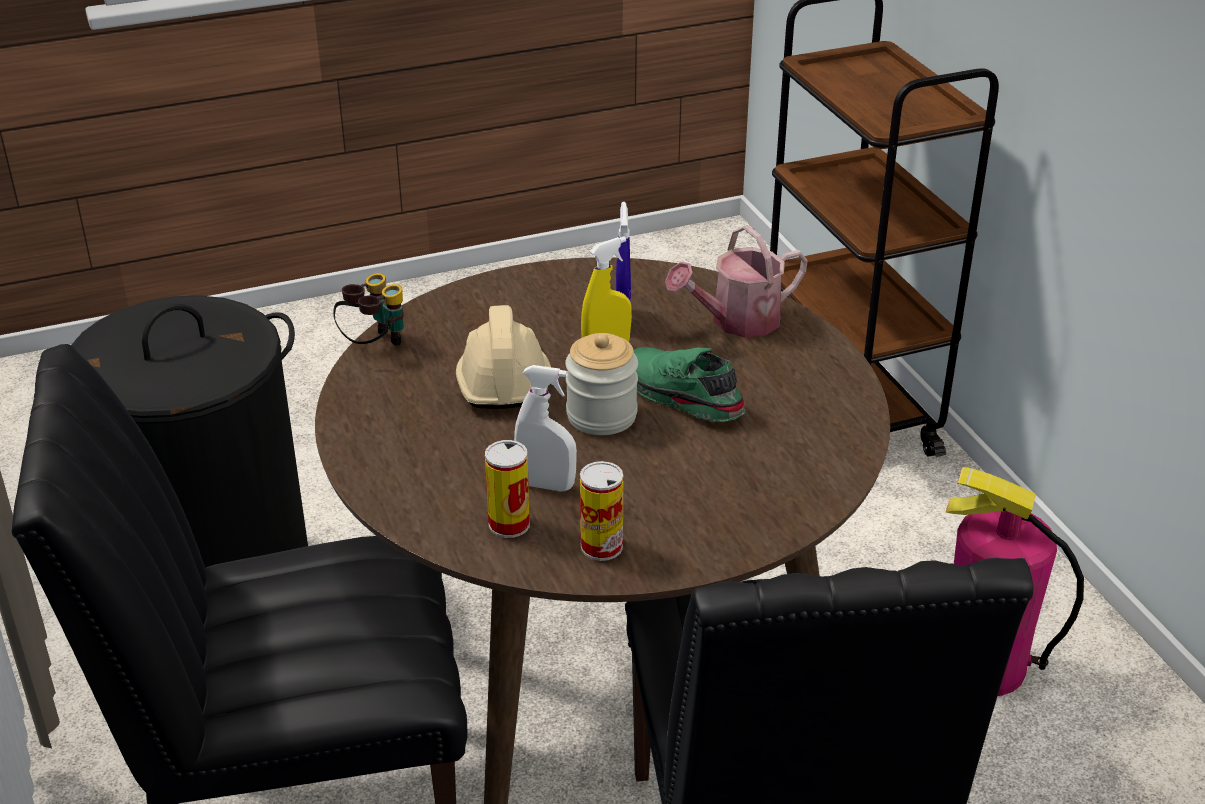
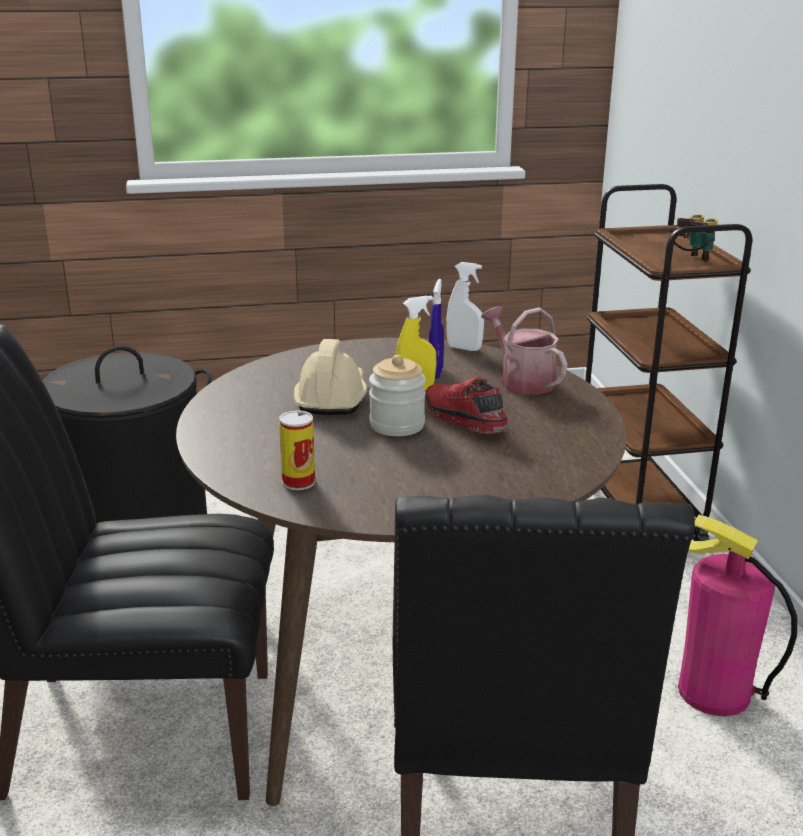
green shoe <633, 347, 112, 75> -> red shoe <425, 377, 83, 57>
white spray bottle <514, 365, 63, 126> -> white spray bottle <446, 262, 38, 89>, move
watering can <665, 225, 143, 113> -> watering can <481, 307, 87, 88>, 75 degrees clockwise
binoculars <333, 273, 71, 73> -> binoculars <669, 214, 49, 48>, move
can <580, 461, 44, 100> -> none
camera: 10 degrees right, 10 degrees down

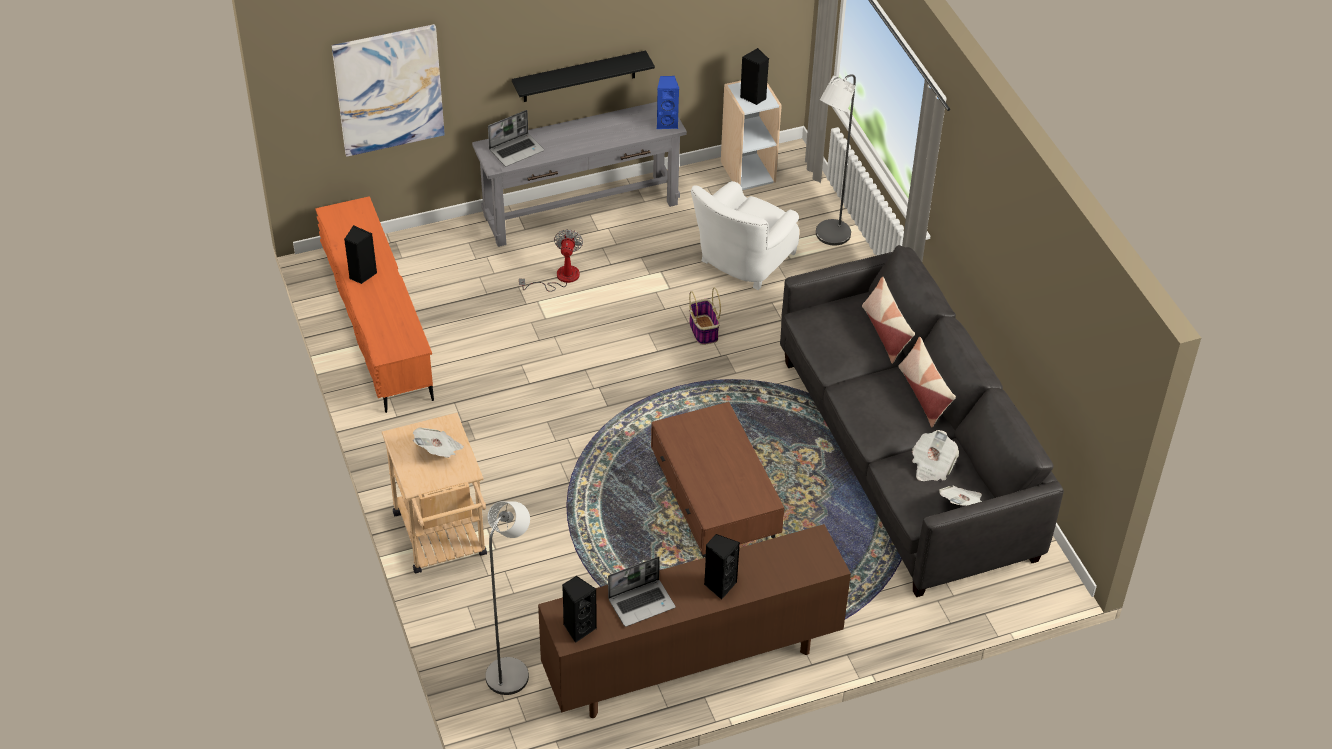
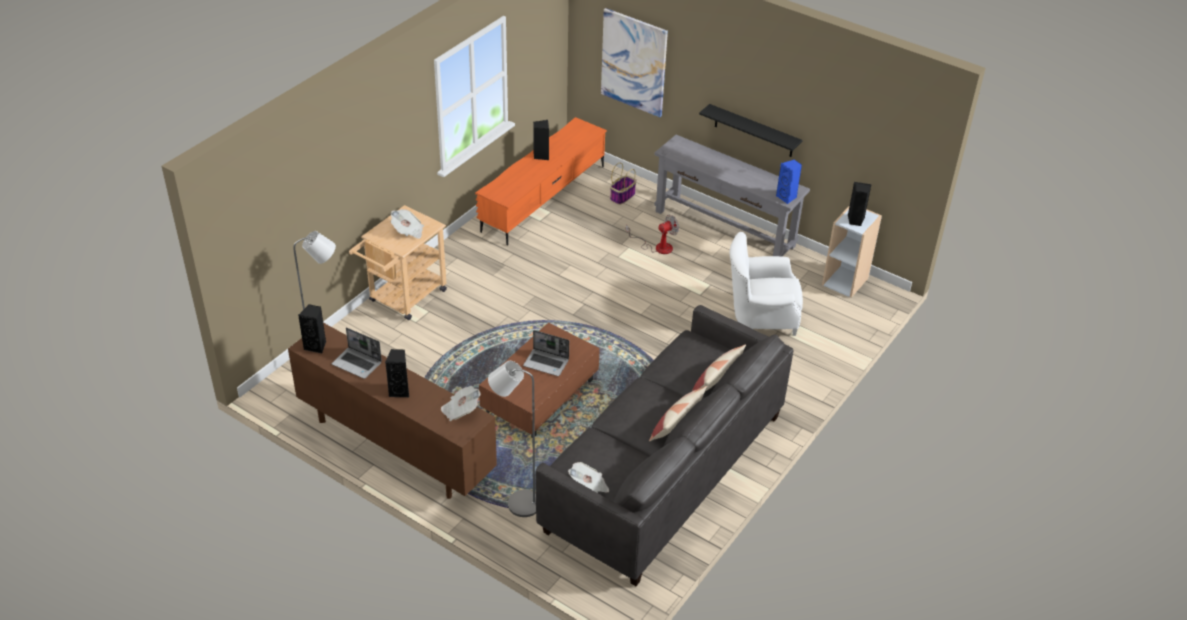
newspaper <912, 430, 47, 51> -> newspaper <441, 386, 40, 35>, move
grey floor lamp <816, 75, 40, 170> -> grey floor lamp <488, 361, 48, 156>, move
laptop <488, 110, 56, 56> -> laptop <523, 330, 46, 46>, move
basket <689, 287, 32, 58> -> basket <610, 163, 27, 42>, move
camera: 55 degrees right, 5 degrees down

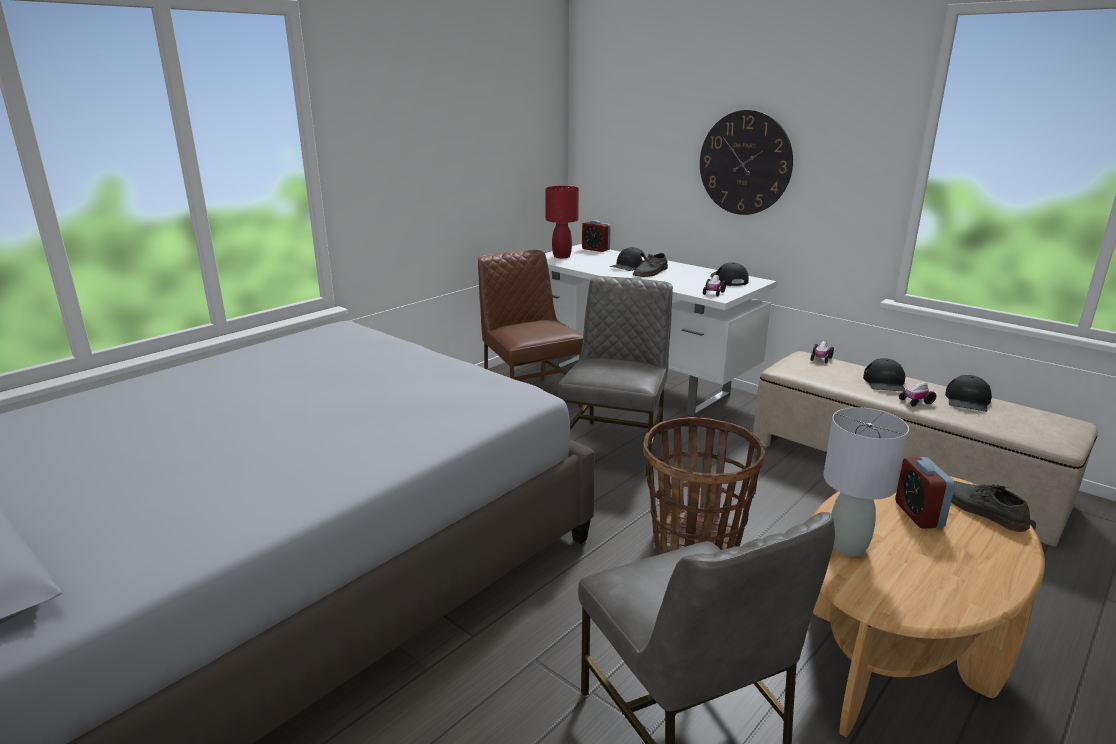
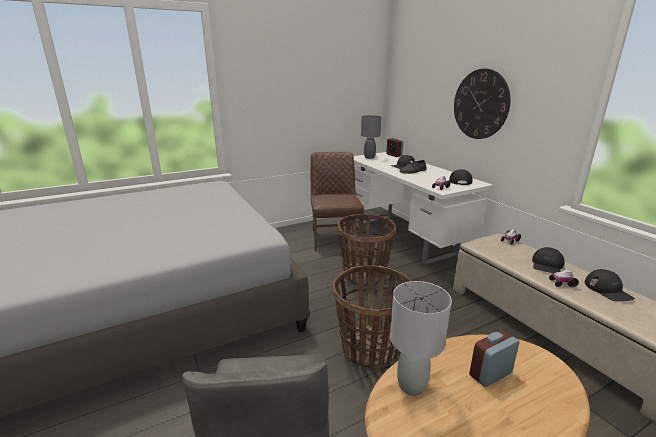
grey chair <558, 276, 115, 200> -> basket <338, 214, 58, 72>
red table lamp <545, 186, 34, 73> -> grey table lamp <361, 115, 21, 44>
alarm clock <895, 457, 60, 72> -> alarm clock <469, 330, 51, 57>, 45 degrees clockwise
black cap <945, 375, 47, 37> -> black cap <585, 269, 50, 32>, 60 degrees counterclockwise
grey shoe <951, 481, 79, 51> -> none
camera: 20 degrees right, 0 degrees up

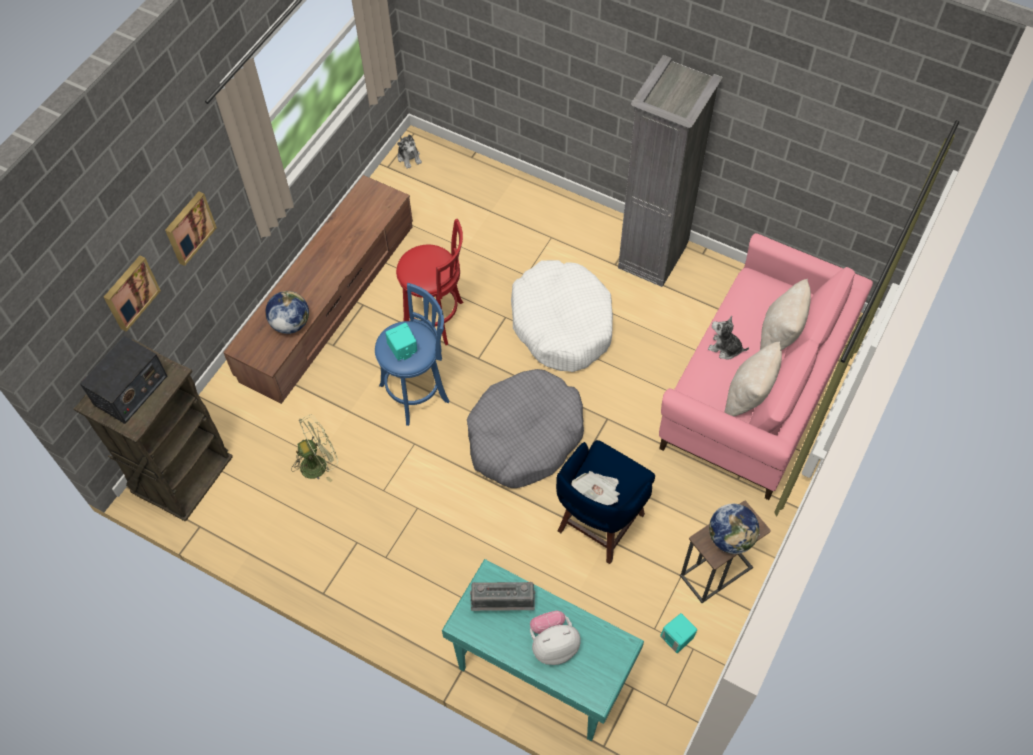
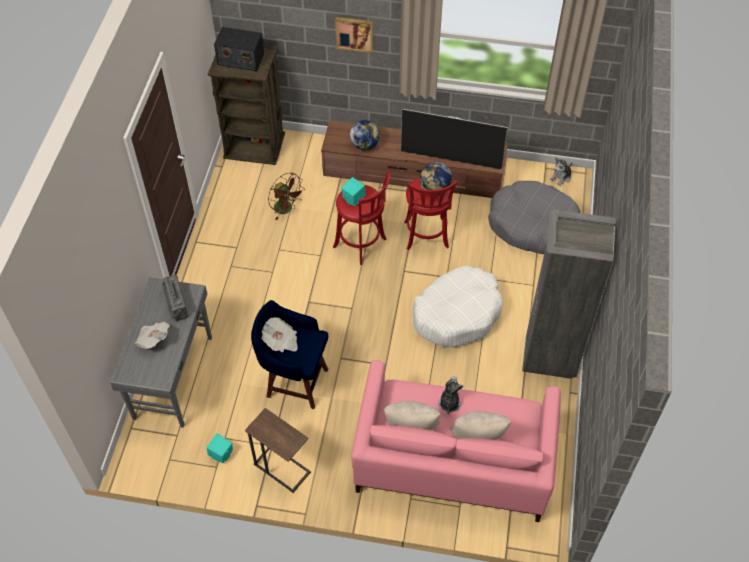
turquoise console table <442, 559, 202, 182> -> grey console table <110, 277, 102, 151>
plush toy <530, 611, 51, 54> -> newspaper <134, 322, 36, 27>
green fan <291, 415, 47, 67> -> brown fan <268, 172, 35, 48>
blue stool <375, 283, 74, 143> -> red stool <333, 171, 57, 94>
none -> television <401, 109, 107, 61>
globe <709, 504, 50, 50> -> globe <420, 162, 32, 33>, move
grey dog bed <467, 369, 117, 119> -> grey dog bed <488, 181, 92, 73>, move
picture <104, 256, 57, 76> -> none
camera: 70 degrees right, 5 degrees down

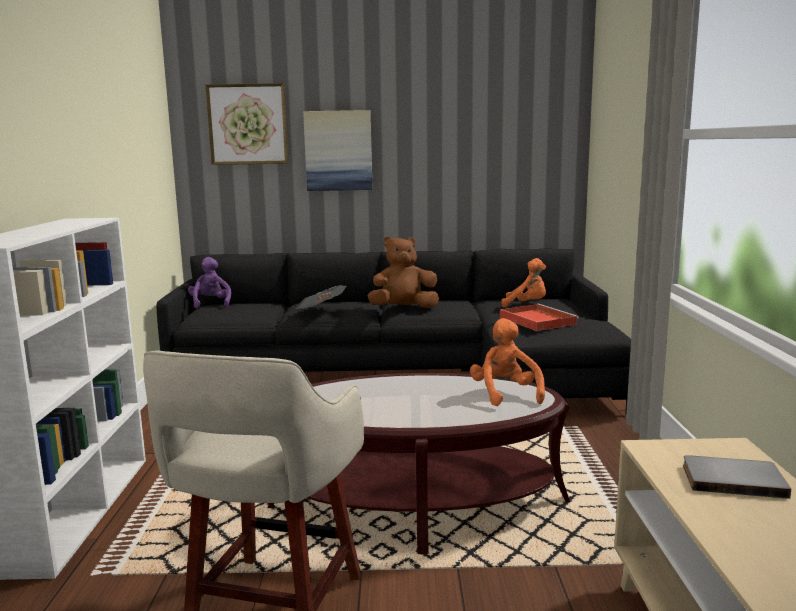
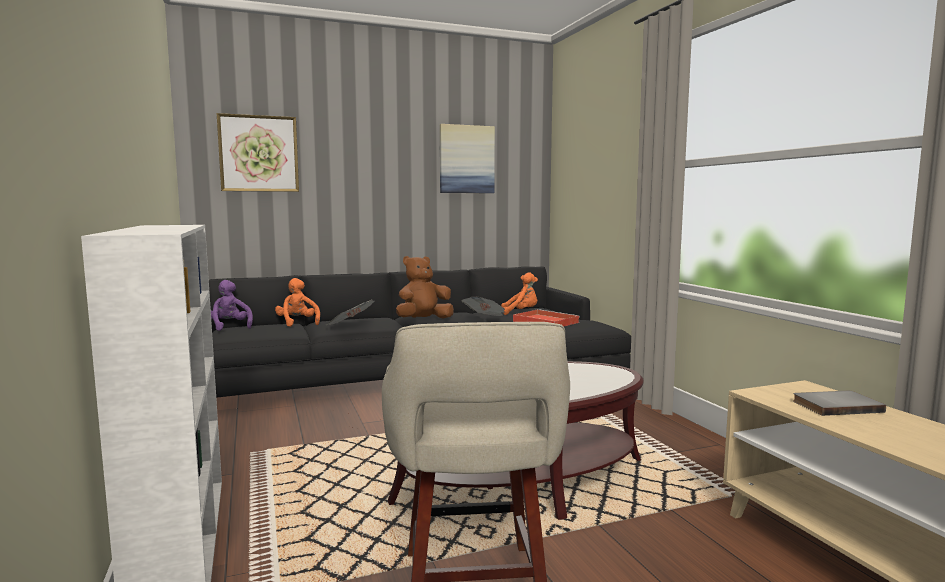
orange plush toy <470, 318, 75, 88> -> orange plush toy <275, 278, 45, 49>, move
picture <303, 110, 70, 81> -> picture <440, 124, 55, 69>, move
none -> newspaper <461, 297, 44, 19>
camera: 20 degrees left, 5 degrees down

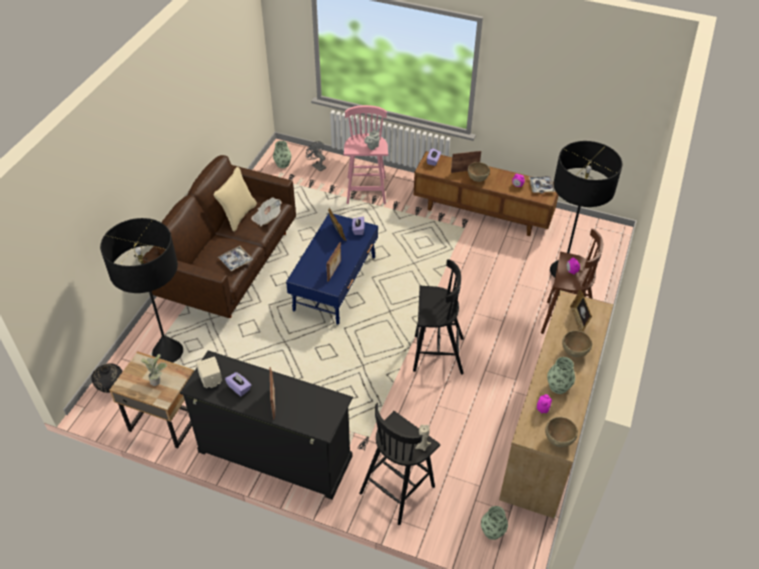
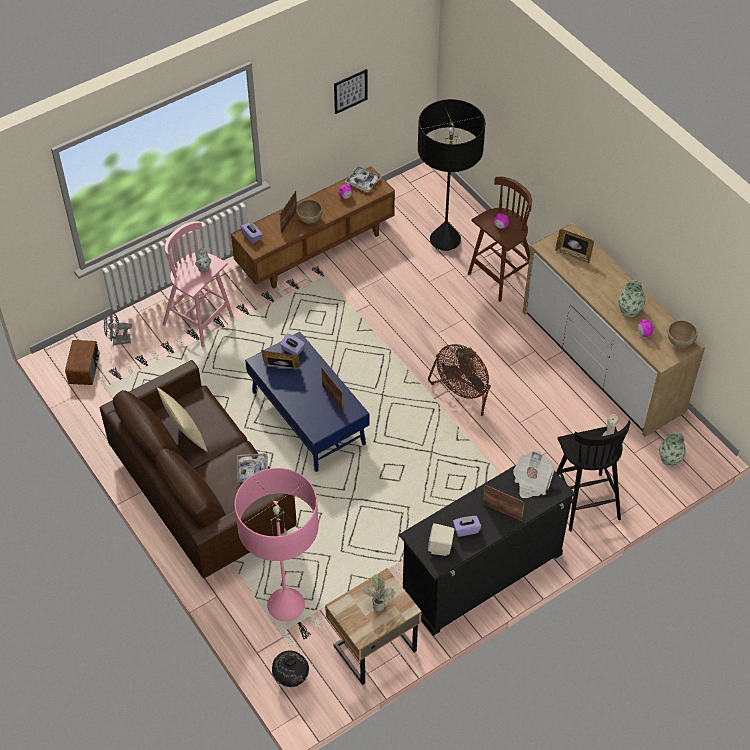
vase <273, 141, 18, 27> -> radio <65, 340, 35, 45>
black floor lamp <100, 218, 83, 145> -> pink floor lamp <235, 468, 84, 153>
none -> picture <334, 69, 34, 45>
black stool <413, 259, 51, 115> -> brown fan <428, 344, 63, 72>
newspaper <251, 197, 31, 29> -> newspaper <513, 451, 41, 47>, move
brown bowl <562, 331, 30, 26> -> none
camera: 55 degrees left, 5 degrees up

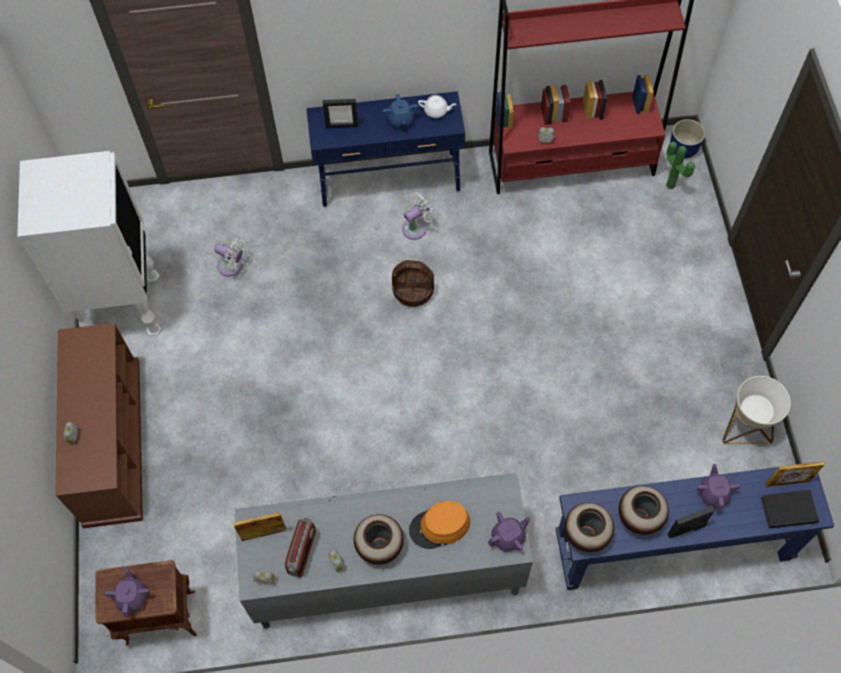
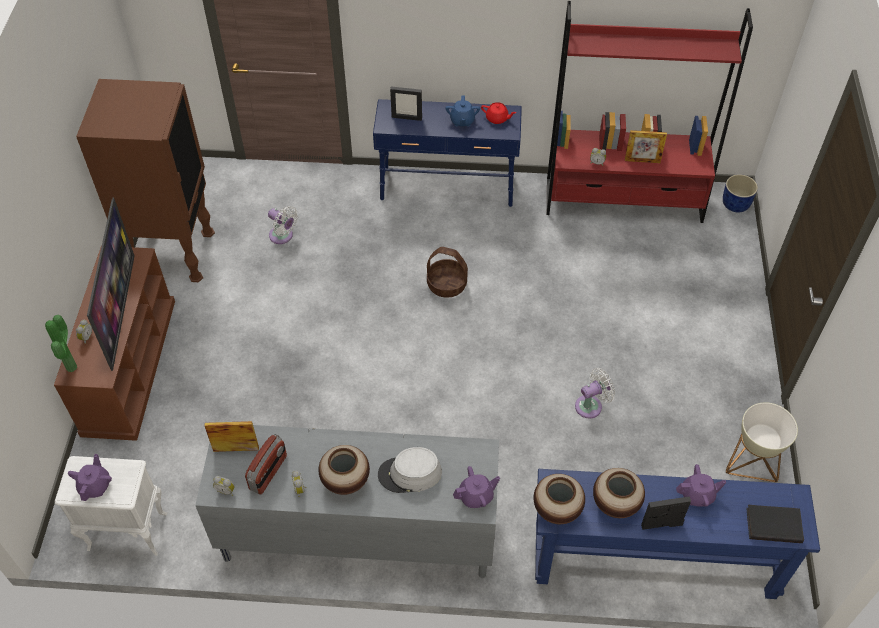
potted plant <666, 142, 29, 47> -> potted plant <45, 315, 32, 57>, move
brown nightstand <95, 560, 102, 86> -> white nightstand <55, 456, 113, 100>
white cabinet <17, 151, 145, 185> -> brown cabinet <76, 79, 139, 203>
none -> television <87, 198, 48, 173>
orange hat <409, 501, 61, 48> -> grey hat <378, 447, 64, 46>
white teapot <418, 95, 38, 23> -> red teapot <481, 102, 35, 22>
white fan <402, 192, 33, 48> -> white fan <575, 368, 40, 51>, move
picture frame <766, 462, 59, 25> -> picture frame <625, 130, 42, 33>, move
purple teapot <696, 464, 45, 48> -> purple teapot <676, 464, 50, 43>, 75 degrees clockwise
camera: 10 degrees right, 10 degrees down

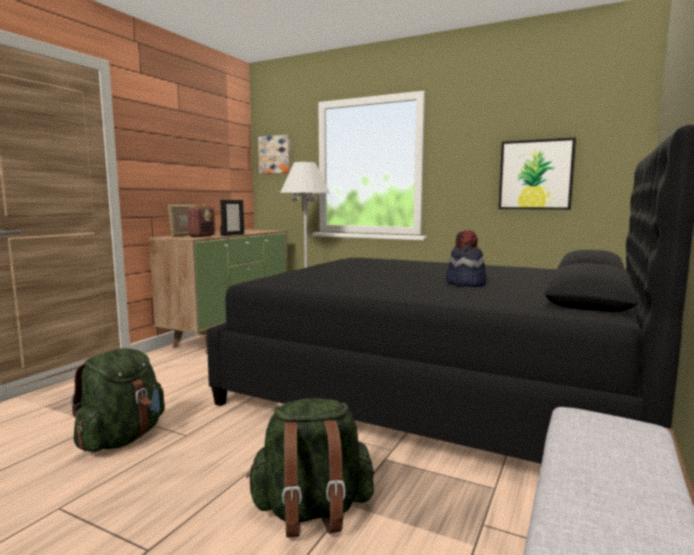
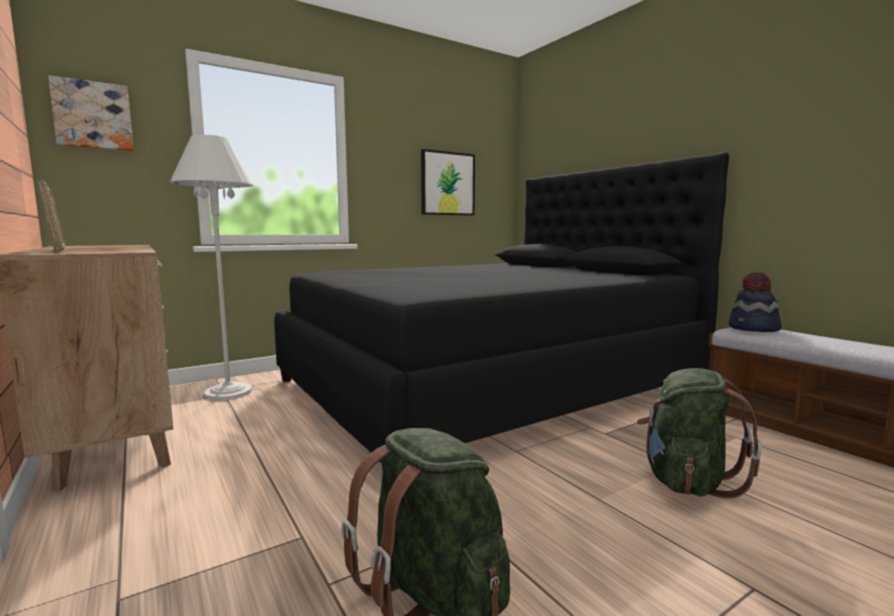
hat <446, 230, 40, 57> -> hat <729, 272, 53, 60>, move
radio <187, 204, 28, 33> -> none
picture frame <220, 200, 24, 36> -> none
camera: 60 degrees left, 0 degrees up

